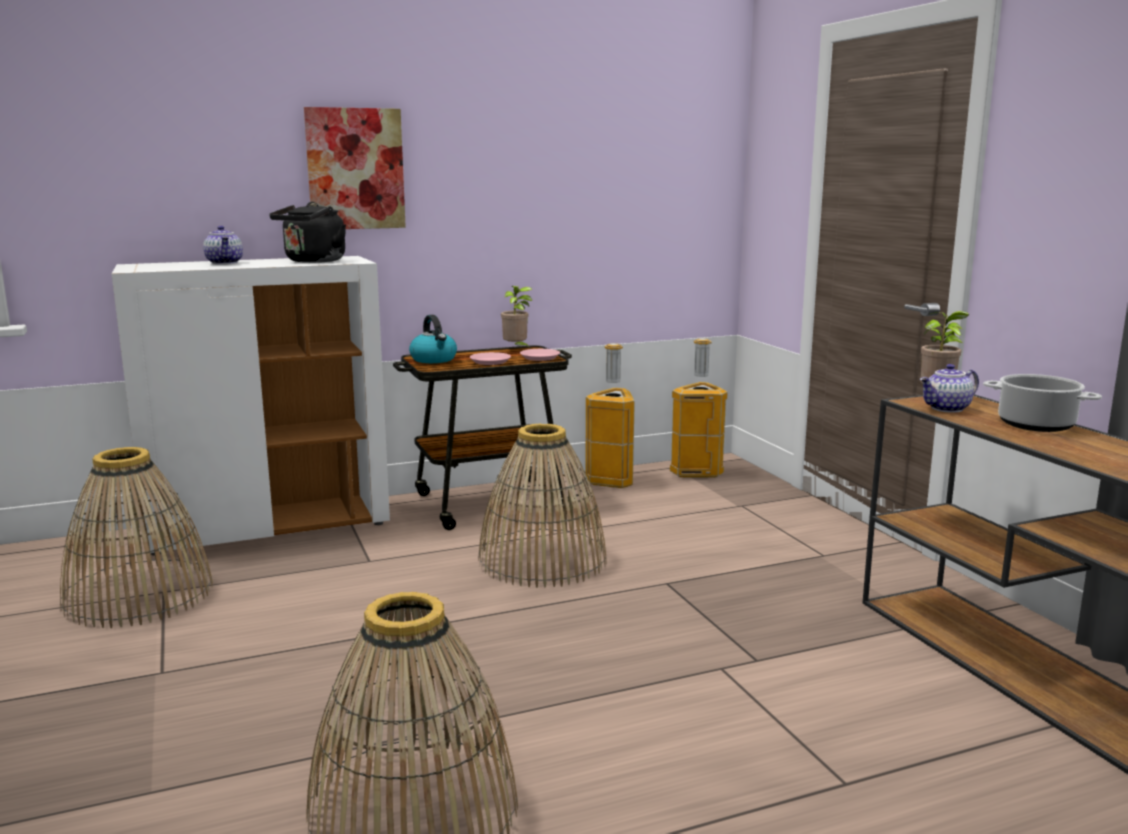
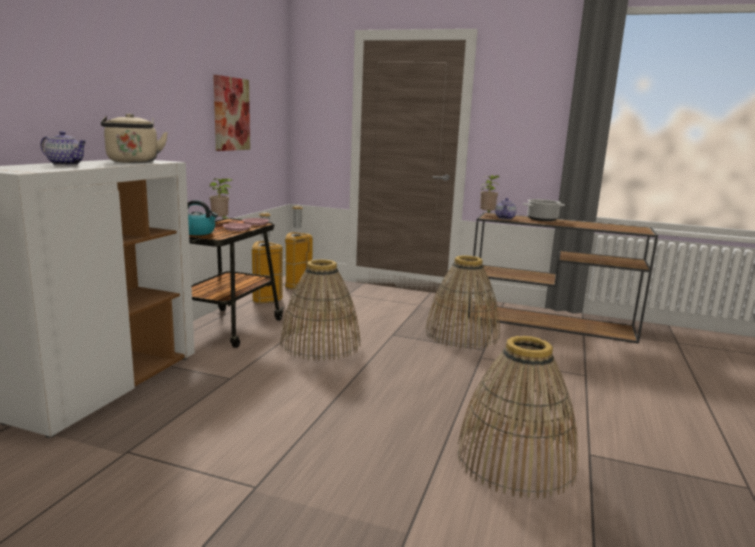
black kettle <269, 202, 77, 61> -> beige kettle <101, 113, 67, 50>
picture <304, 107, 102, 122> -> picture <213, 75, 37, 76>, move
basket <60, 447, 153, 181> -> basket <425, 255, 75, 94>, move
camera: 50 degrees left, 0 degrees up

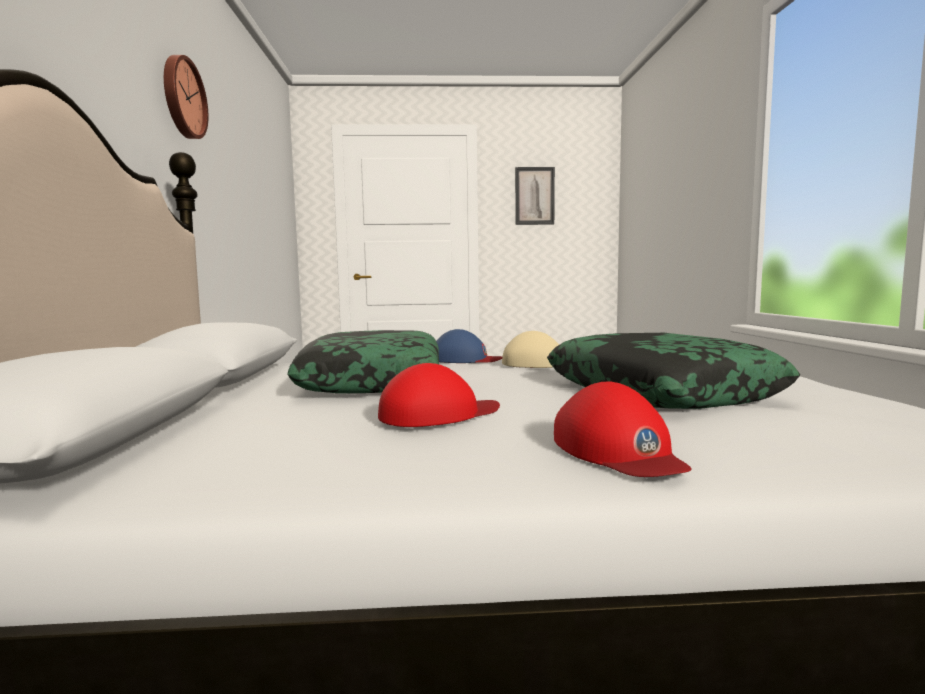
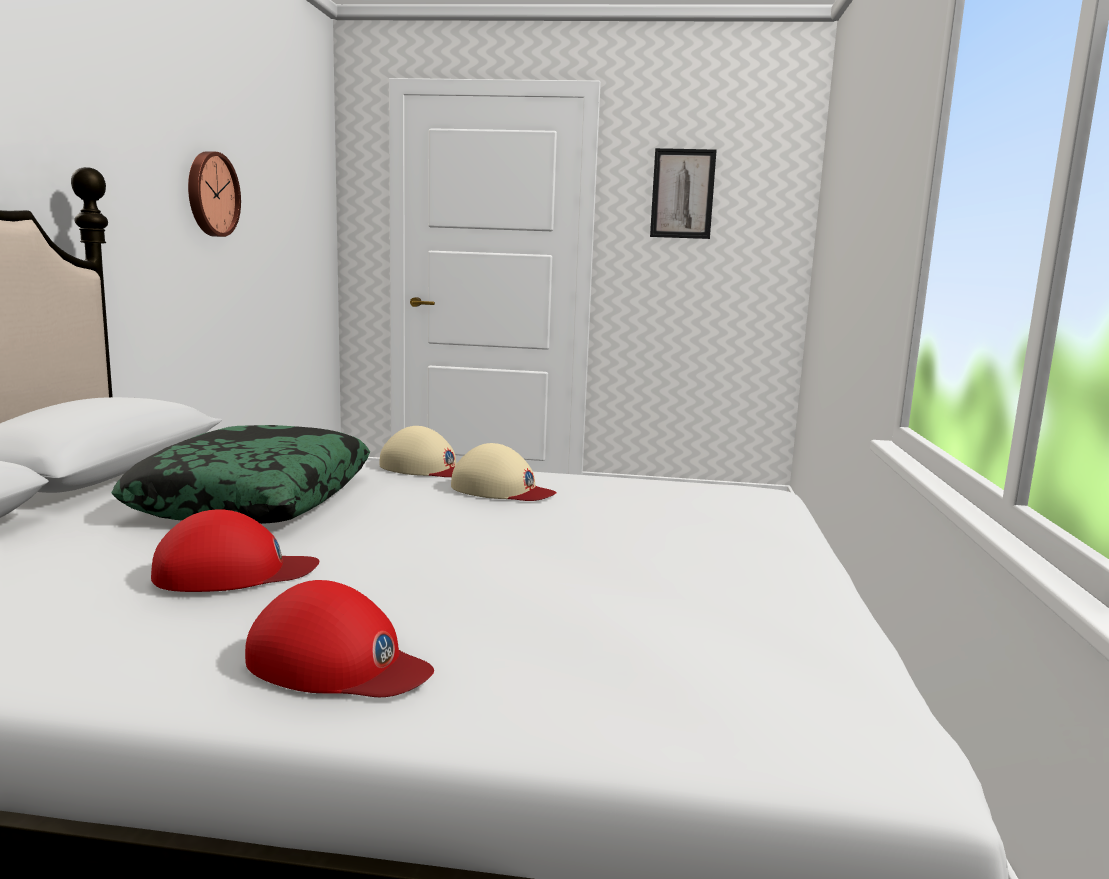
wall clock <164, 55, 44, 84> -> wall clock <188, 151, 53, 86>, move
red cap <554, 382, 138, 95> -> red cap <245, 580, 189, 117>, 60 degrees counterclockwise
blue cap <436, 329, 67, 34> -> beige cap <379, 426, 77, 51>
pillow <547, 333, 253, 76> -> none
camera: 10 degrees right, 5 degrees up

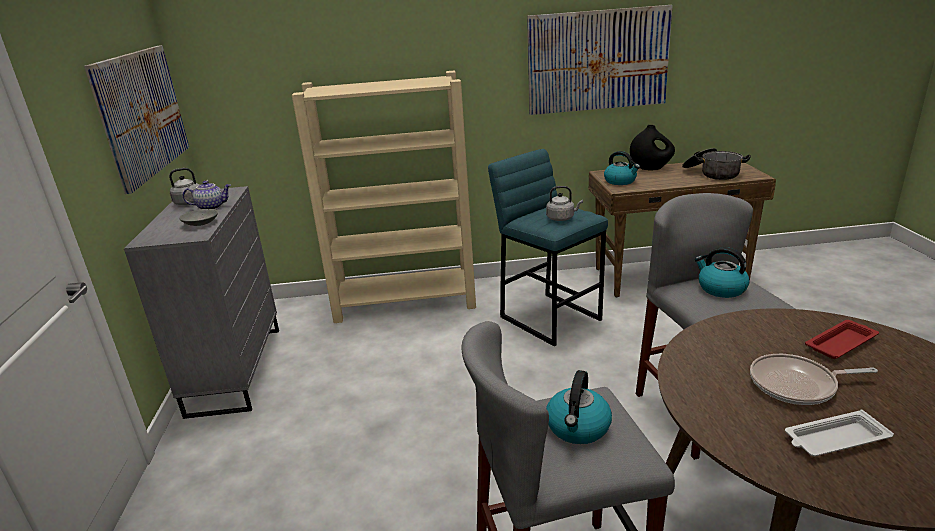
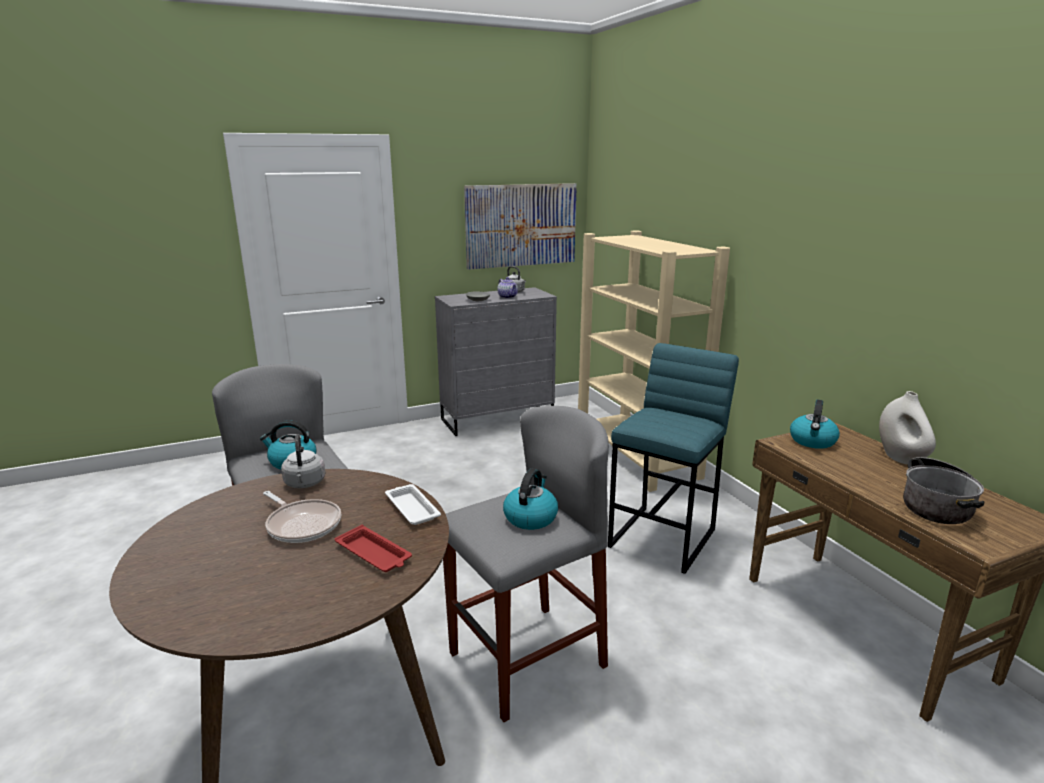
frying pan <750, 354, 128, 51> -> frying pan <263, 491, 78, 52>, 150 degrees clockwise
grey kettle <546, 186, 37, 35> -> grey kettle <281, 434, 44, 54>, move
white tray <785, 410, 109, 46> -> white tray <385, 484, 56, 41>, move
black vase <630, 125, 45, 45> -> white vase <879, 391, 57, 74>
picture <527, 5, 146, 110> -> none
camera: 70 degrees right, 5 degrees down

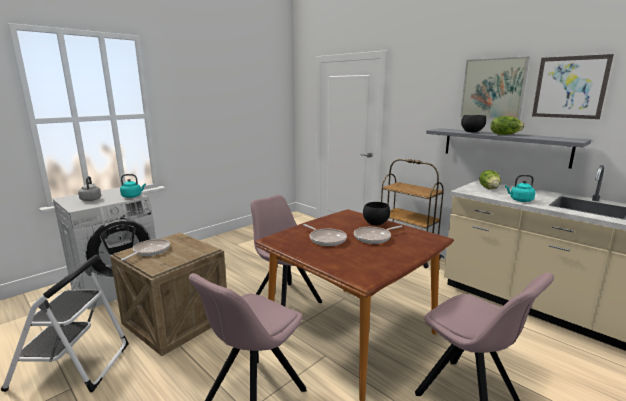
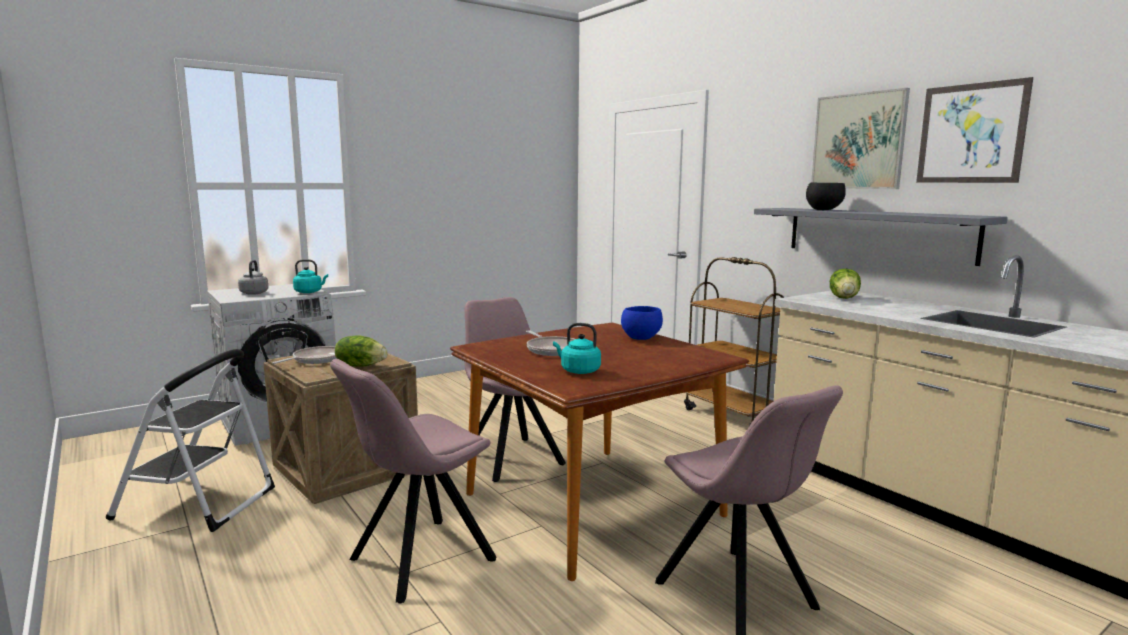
lettuce <491, 116, 34, 19> -> lettuce <335, 335, 52, 32>, move
turquoise kettle <505, 175, 31, 27> -> turquoise kettle <553, 323, 48, 51>, move
black bowl <363, 202, 27, 23> -> blue bowl <621, 306, 42, 34>
frying pan <354, 226, 48, 18> -> none
camera: 10 degrees right, 5 degrees down

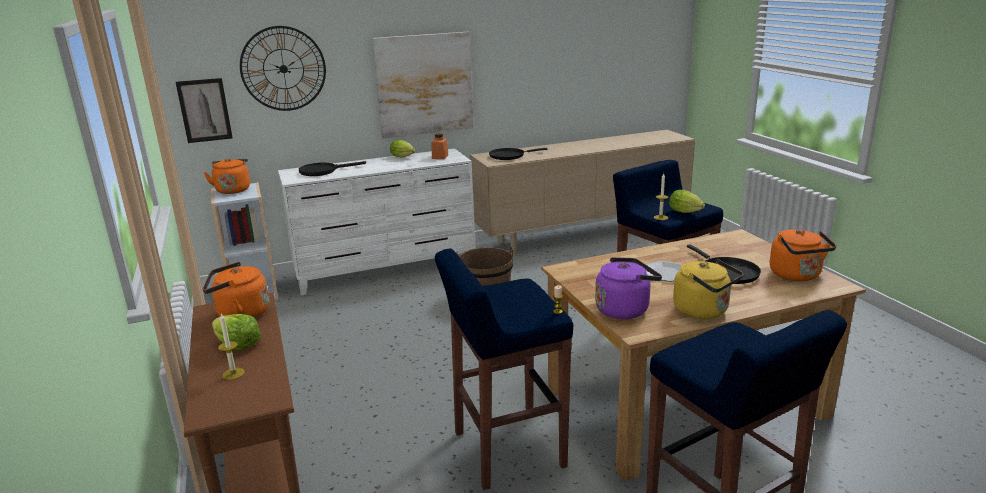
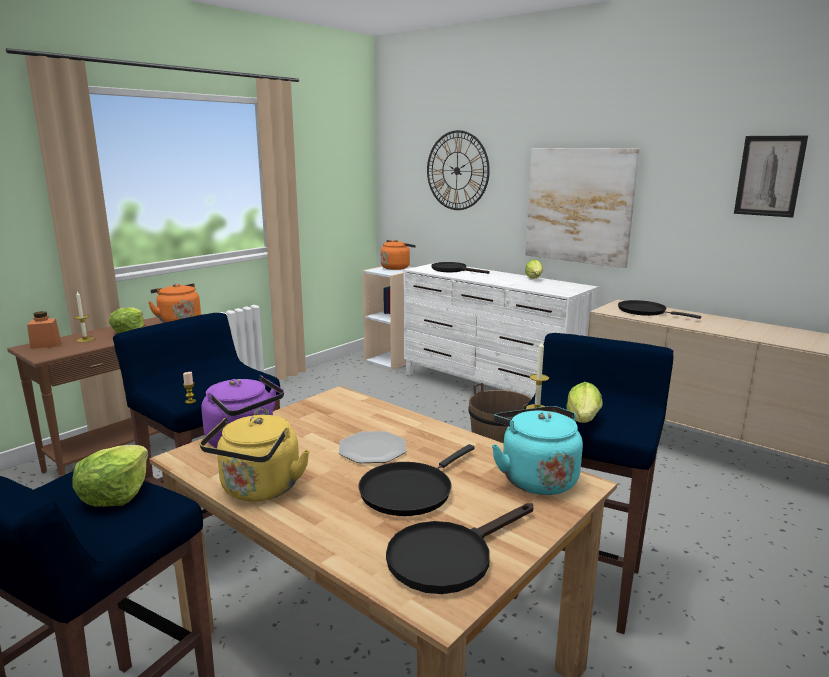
orange jar <431, 133, 17, 26> -> orange jar <27, 311, 34, 38>, move
none -> lettuce <72, 445, 76, 62>
orange kettle <770, 229, 66, 52> -> black frying pan <386, 503, 147, 91>
none -> turquoise kettle <492, 406, 91, 89>
picture <176, 78, 57, 65> -> picture <734, 135, 74, 82>, move
camera: 60 degrees right, 5 degrees down

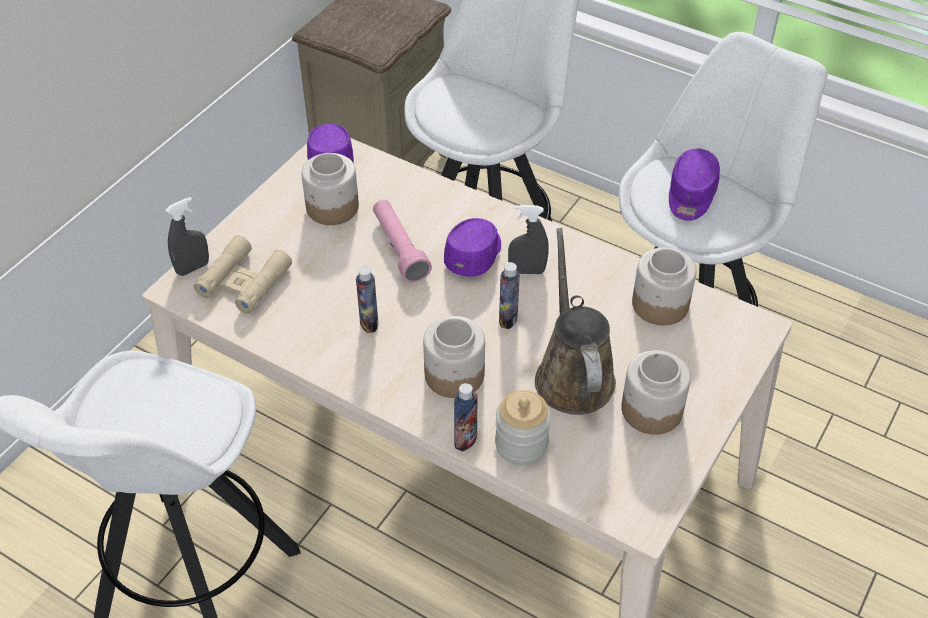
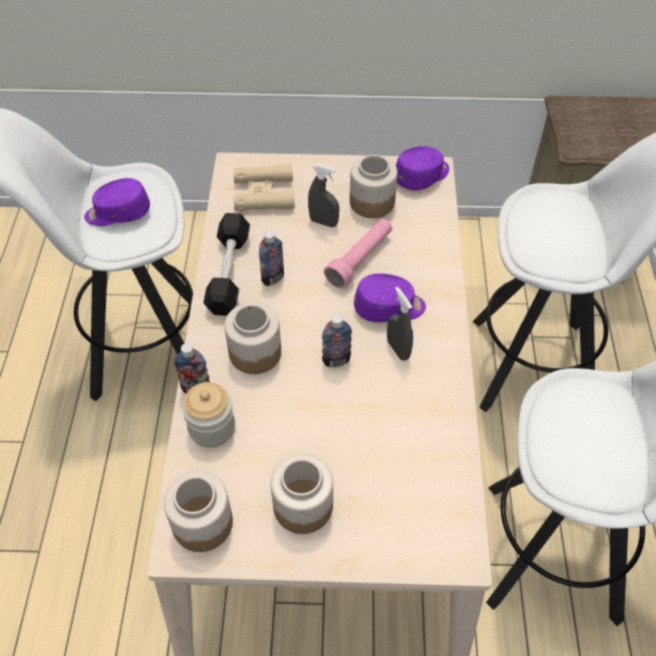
purple cap <669, 148, 51, 73> -> purple cap <84, 178, 66, 48>, move
jar <632, 247, 64, 78> -> jar <164, 471, 69, 81>, move
none -> black dumbbell <203, 213, 47, 103>
grey spray bottle <165, 197, 44, 79> -> grey spray bottle <308, 164, 31, 63>, move
brown watering can <535, 228, 81, 187> -> none
camera: 60 degrees right, 5 degrees up

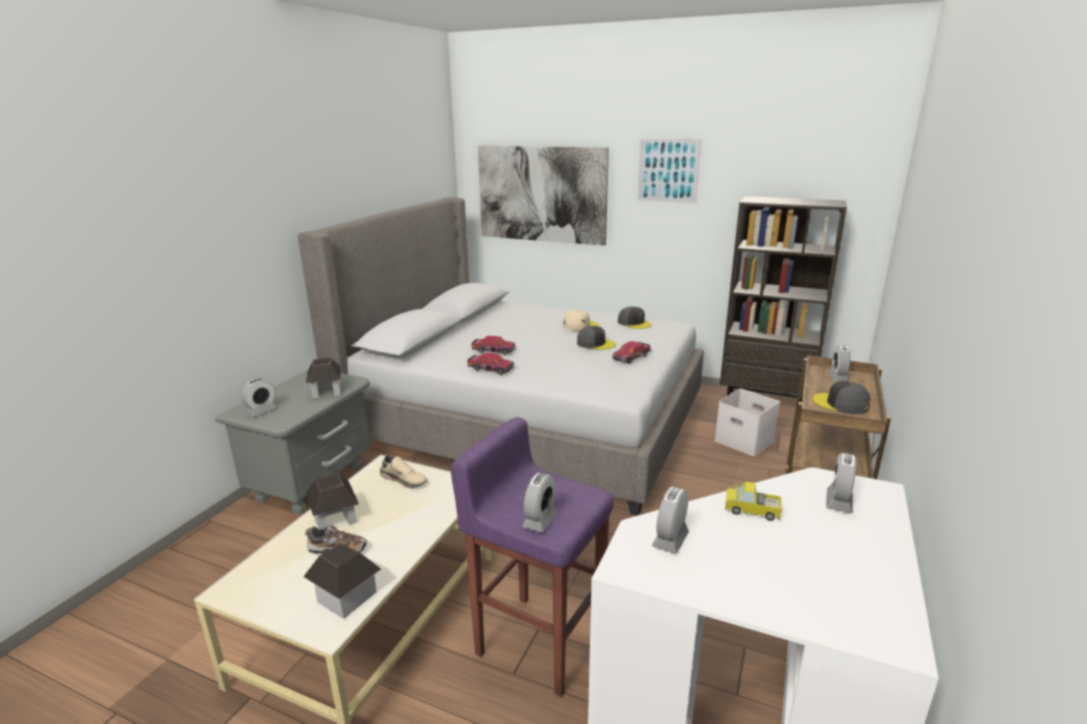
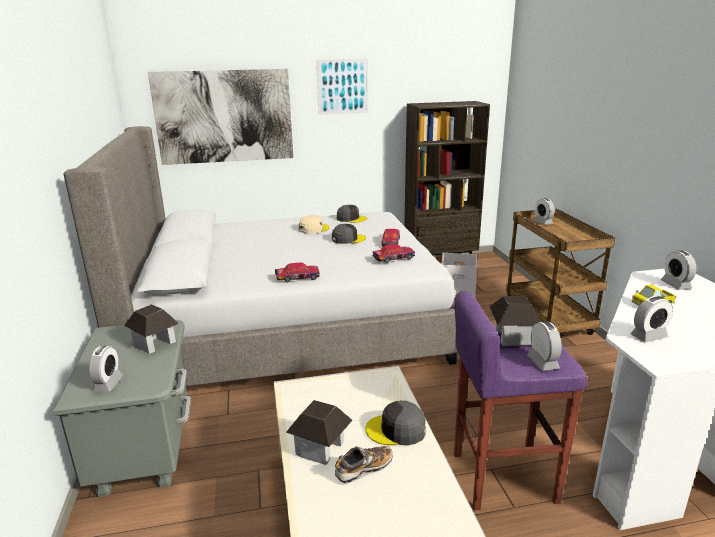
grey cap <813, 381, 58, 33> -> grey cap <365, 400, 61, 45>, move
toy car <471, 336, 44, 19> -> toy car <372, 244, 43, 19>, move
toy house <303, 543, 78, 76> -> toy house <489, 295, 52, 51>, move
alarm clock <652, 487, 37, 67> -> alarm clock <630, 296, 43, 46>, 105 degrees counterclockwise
beige shoe <380, 456, 47, 32> -> none
camera: 35 degrees left, 0 degrees up

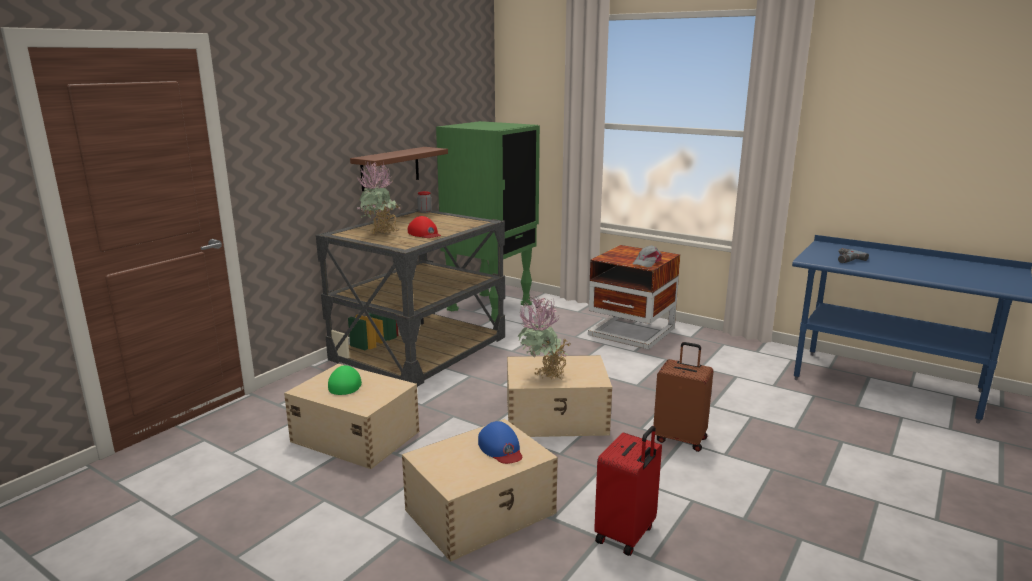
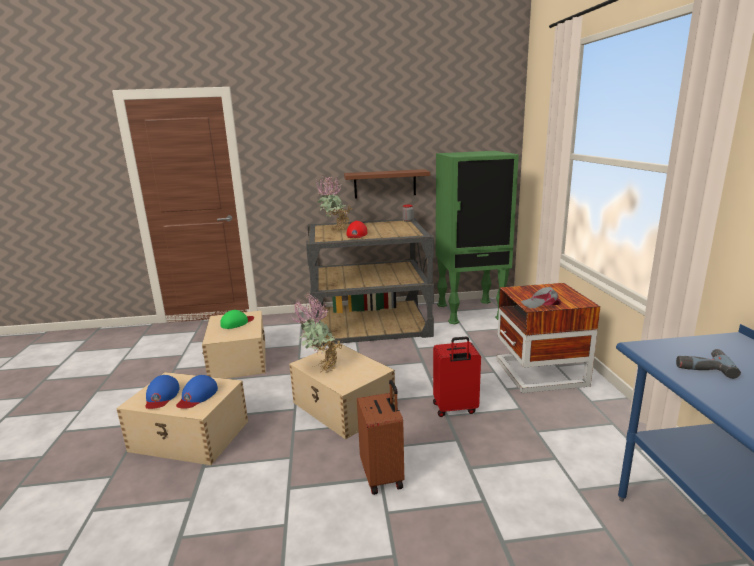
none -> blue cap <145, 375, 35, 34>
red suitcase <594, 426, 68, 130> -> red suitcase <433, 337, 48, 80>, move
camera: 50 degrees right, 0 degrees up

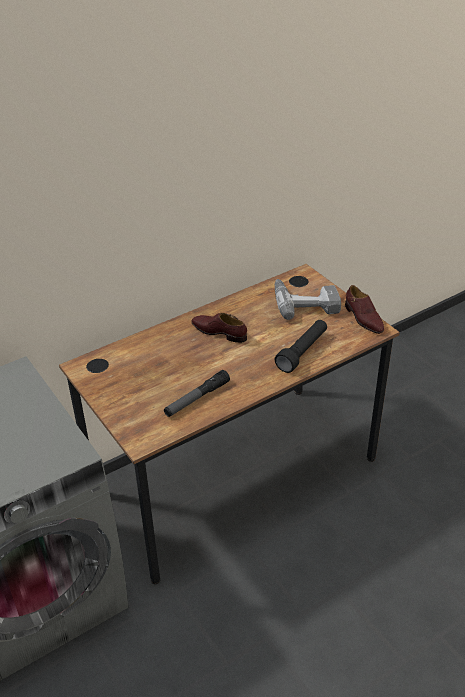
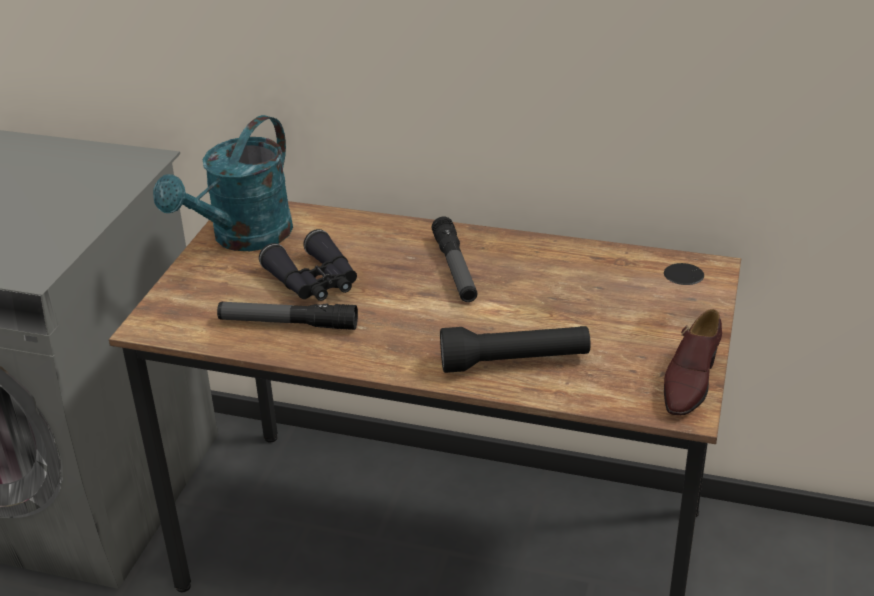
none -> turquoise watering can <153, 115, 140, 136>
none -> black binoculars <259, 229, 98, 72>
brown shoe <191, 313, 56, 30> -> flashlight <431, 217, 47, 85>
power drill <275, 279, 66, 41> -> none
camera: 50 degrees right, 5 degrees down

